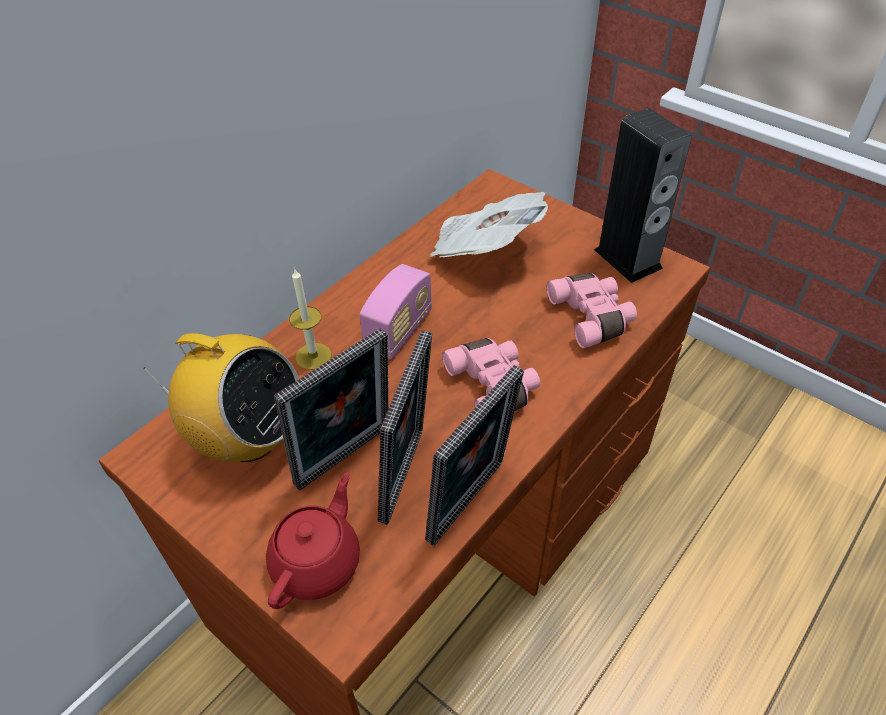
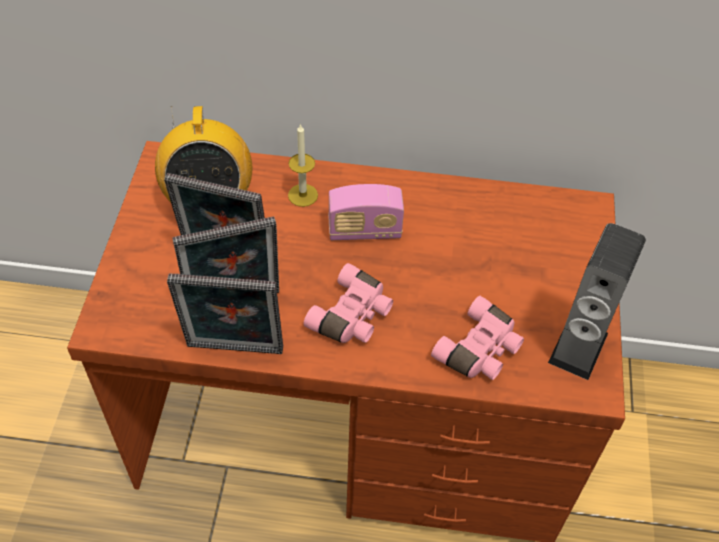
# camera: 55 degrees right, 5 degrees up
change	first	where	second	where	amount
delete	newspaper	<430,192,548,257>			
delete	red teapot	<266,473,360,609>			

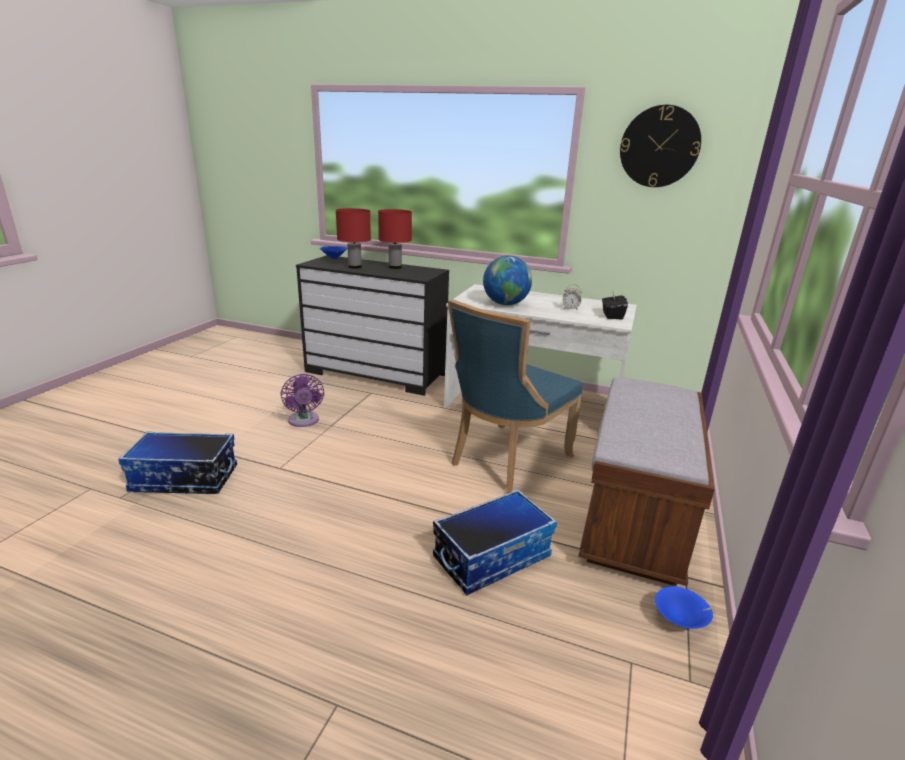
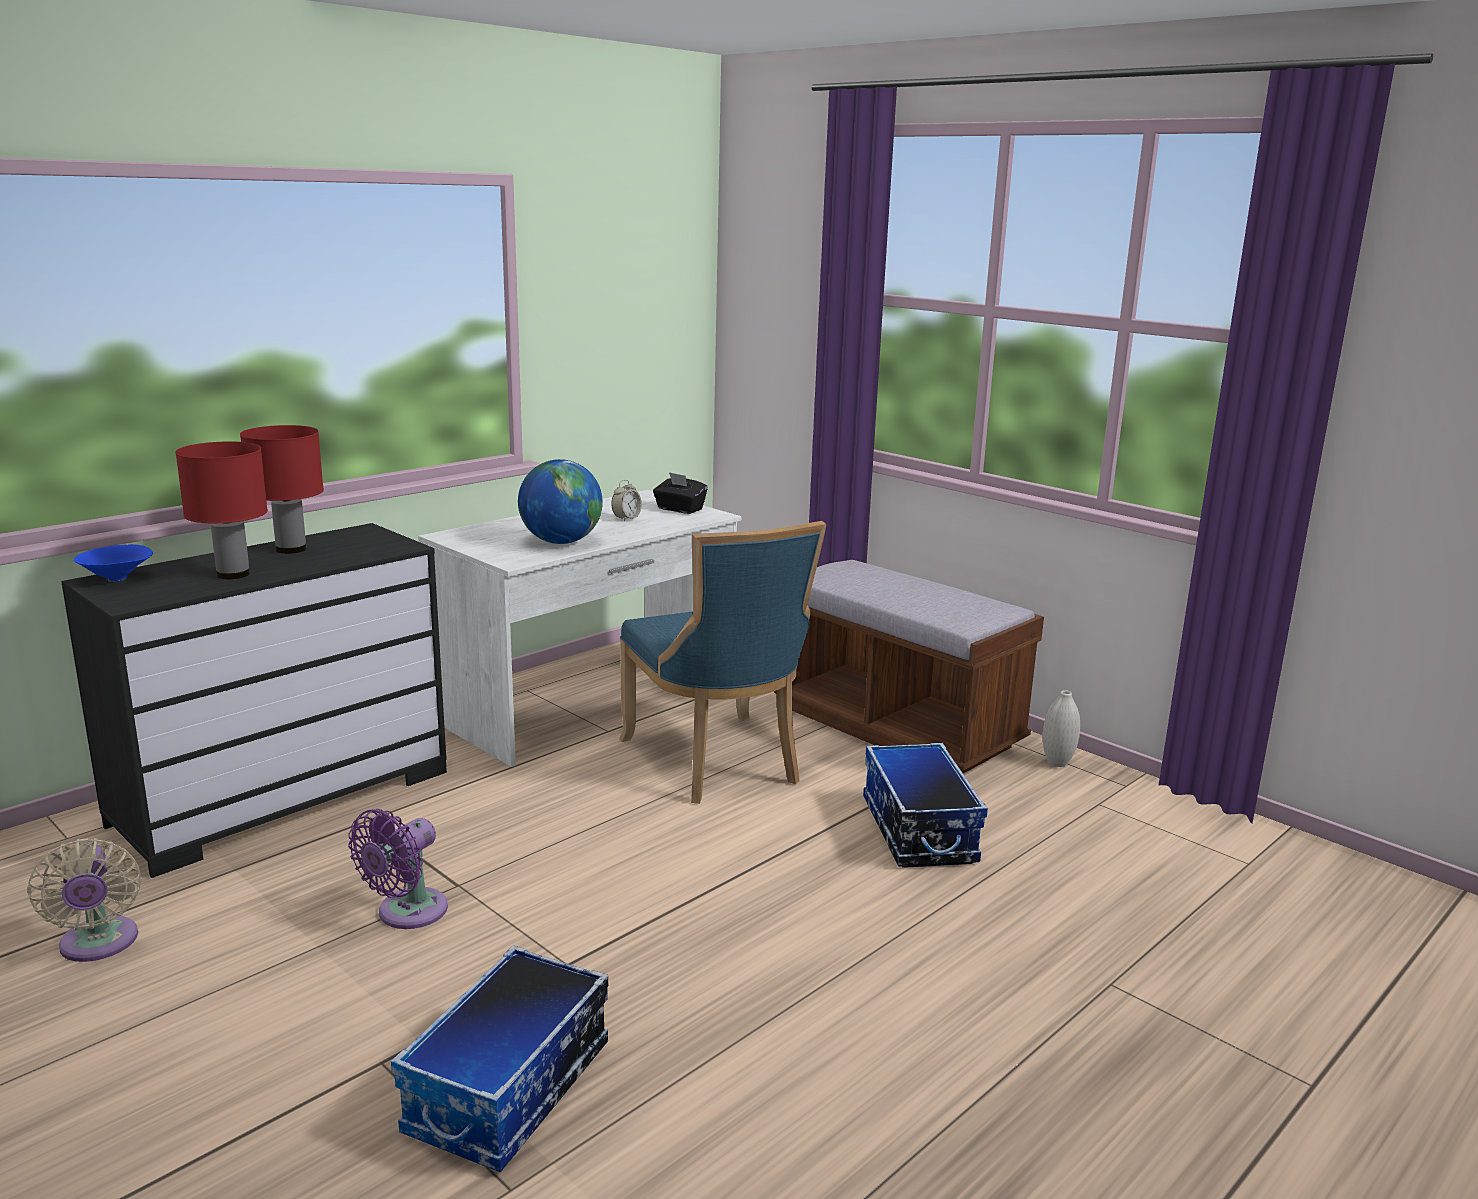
# camera: 65 degrees left, 5 degrees down
change	first	where	second	where	amount
delete	wall clock	<620,105,701,187>			
rotate	purple fan	<280,374,324,427>		<348,809,448,929>	120 degrees clockwise
replace	blue bowl	<655,586,713,629>	white vase	<1043,690,1080,767>	
insert			beige fan	<27,838,141,962>	

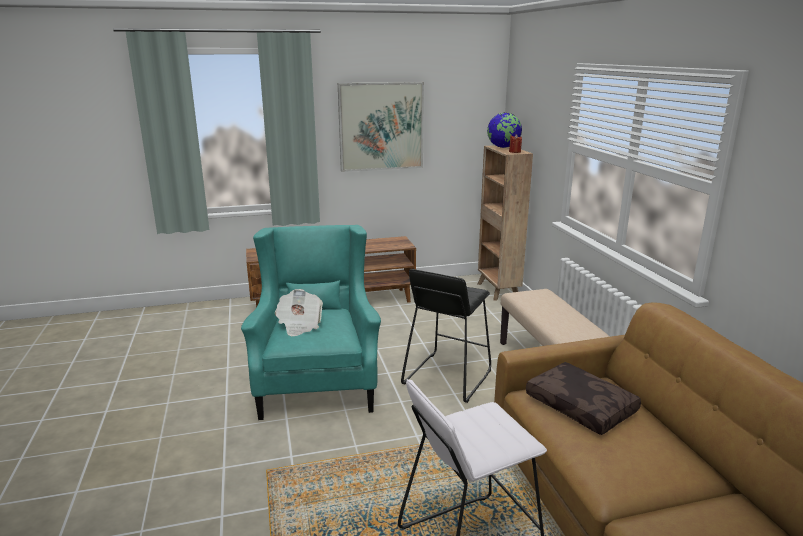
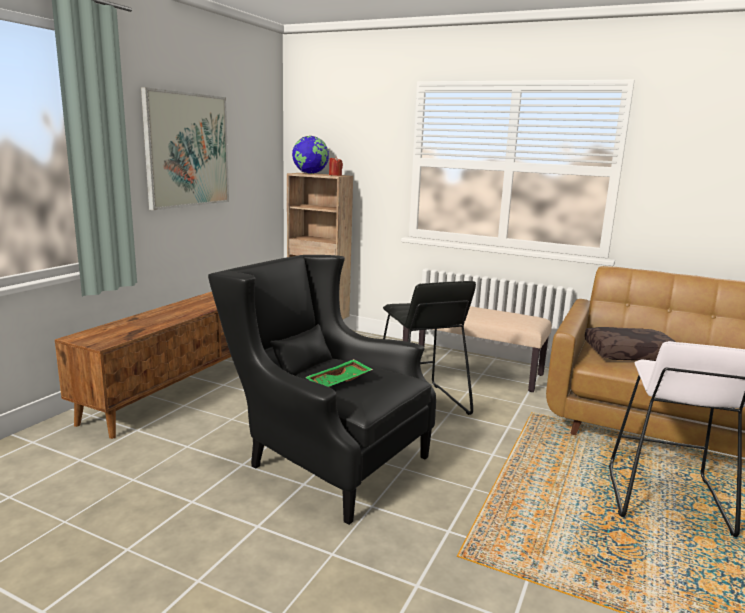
# camera: 50 degrees left, 5 degrees down
change	first	where	second	where	amount
recolor	turquoise armchair	<241,225,381,420>	black armchair	<208,255,436,525>	
replace	newspaper	<275,289,323,336>	green tray	<305,359,373,387>	

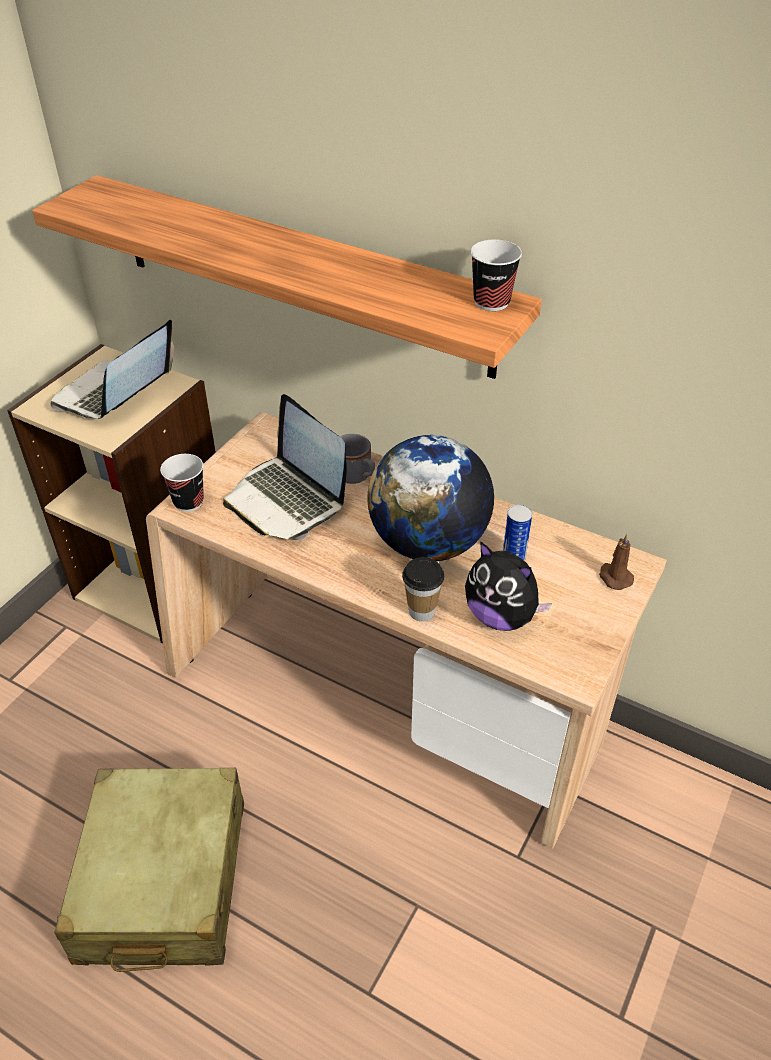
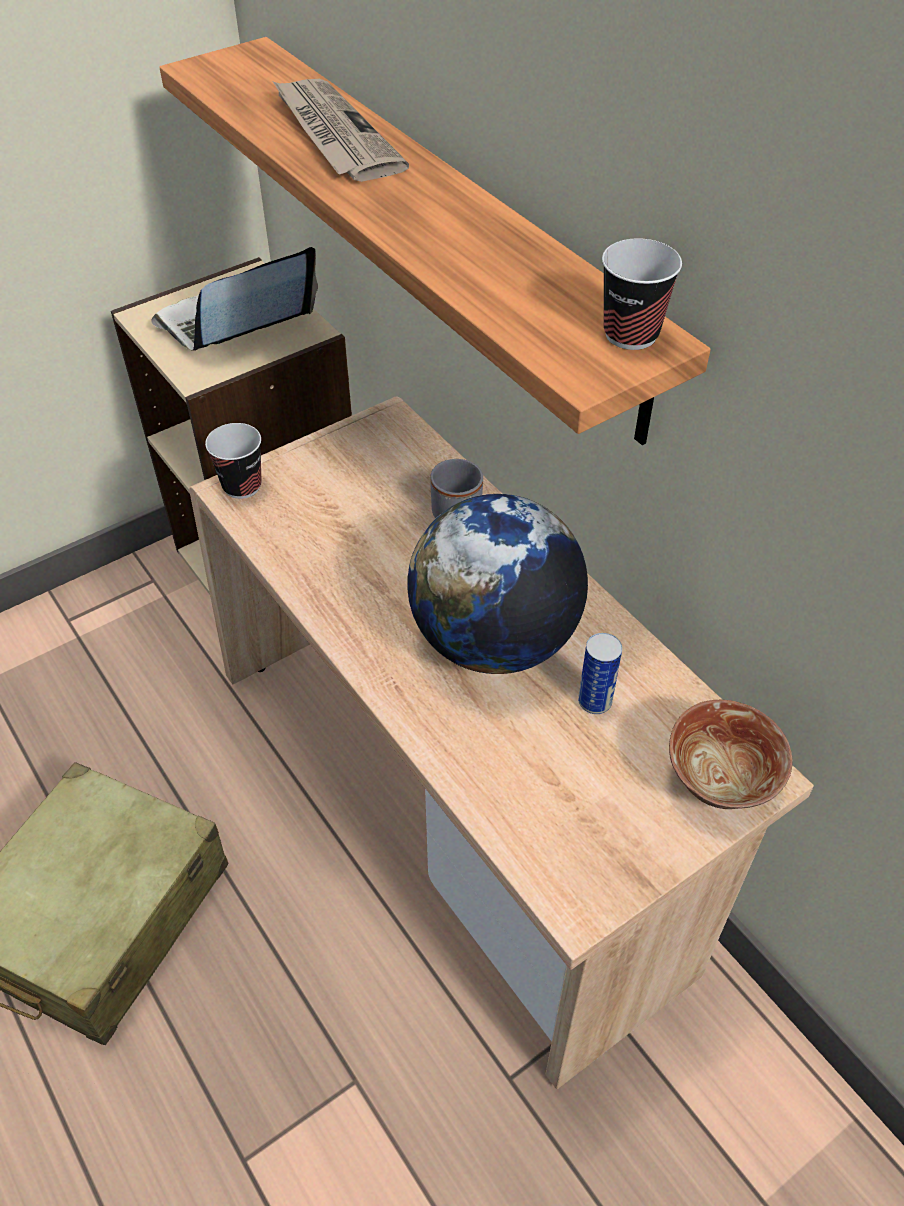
# camera: 25 degrees right, 5 degrees up
change	first	where	second	where	amount
delete	laptop	<223,394,347,540>			
replace	brown candle	<599,534,634,590>	bowl	<669,700,792,809>	
delete	plush toy	<465,541,552,631>			
delete	cup	<402,557,444,622>			
insert			newspaper	<272,79,409,182>	

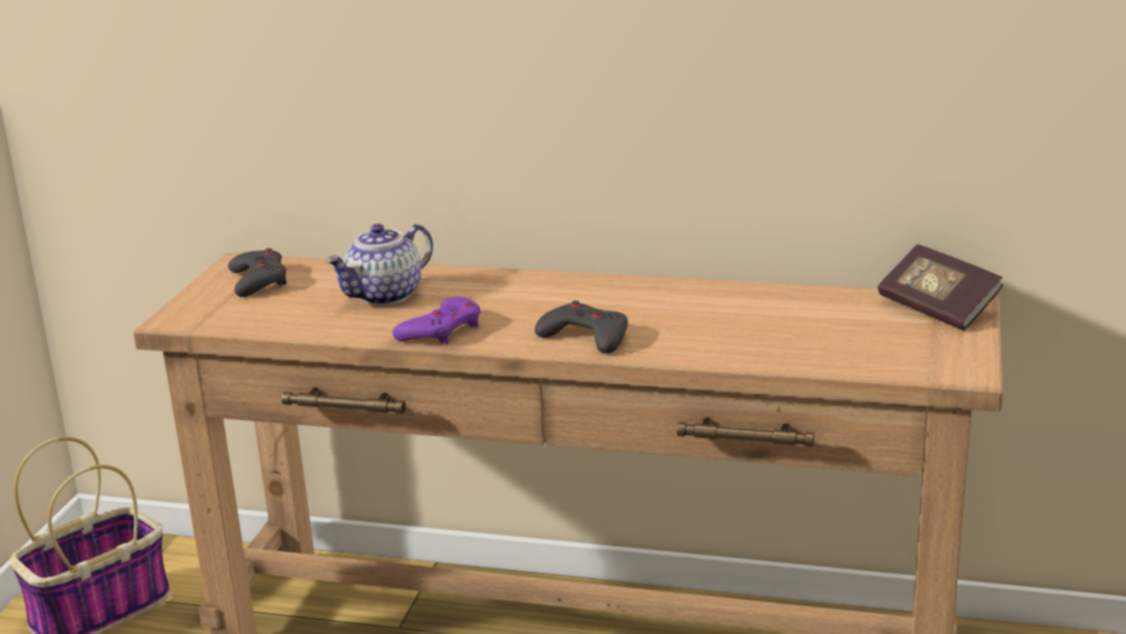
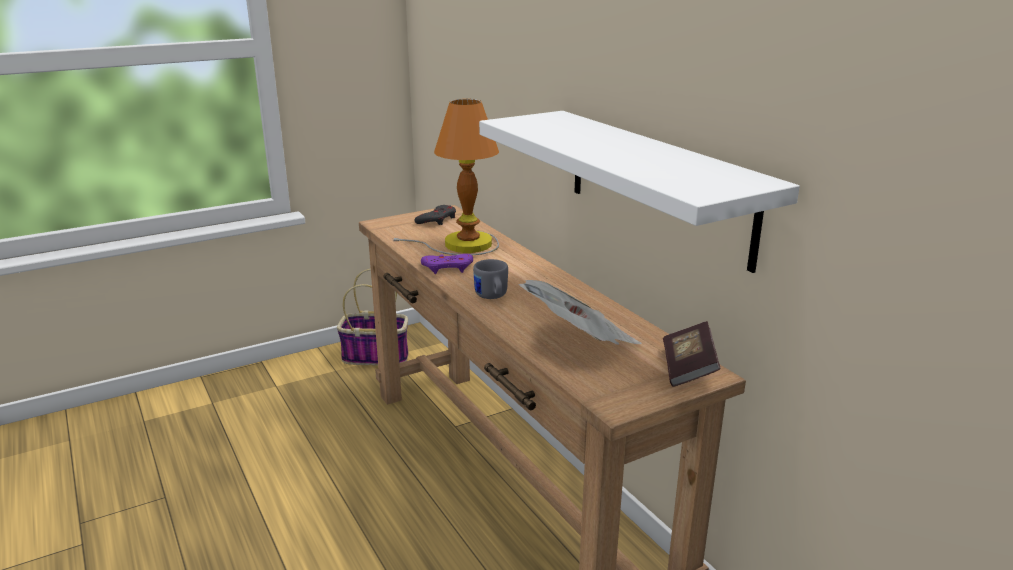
# camera: 45 degrees right, 0 degrees up
change	first	where	second	where	amount
replace	teapot	<325,224,433,306>	table lamp	<394,99,499,255>	
replace	grey game controller	<535,301,628,354>	grey mug	<473,259,508,299>	
insert			white shelf	<479,111,800,273>	
insert			newspaper	<518,280,642,345>	

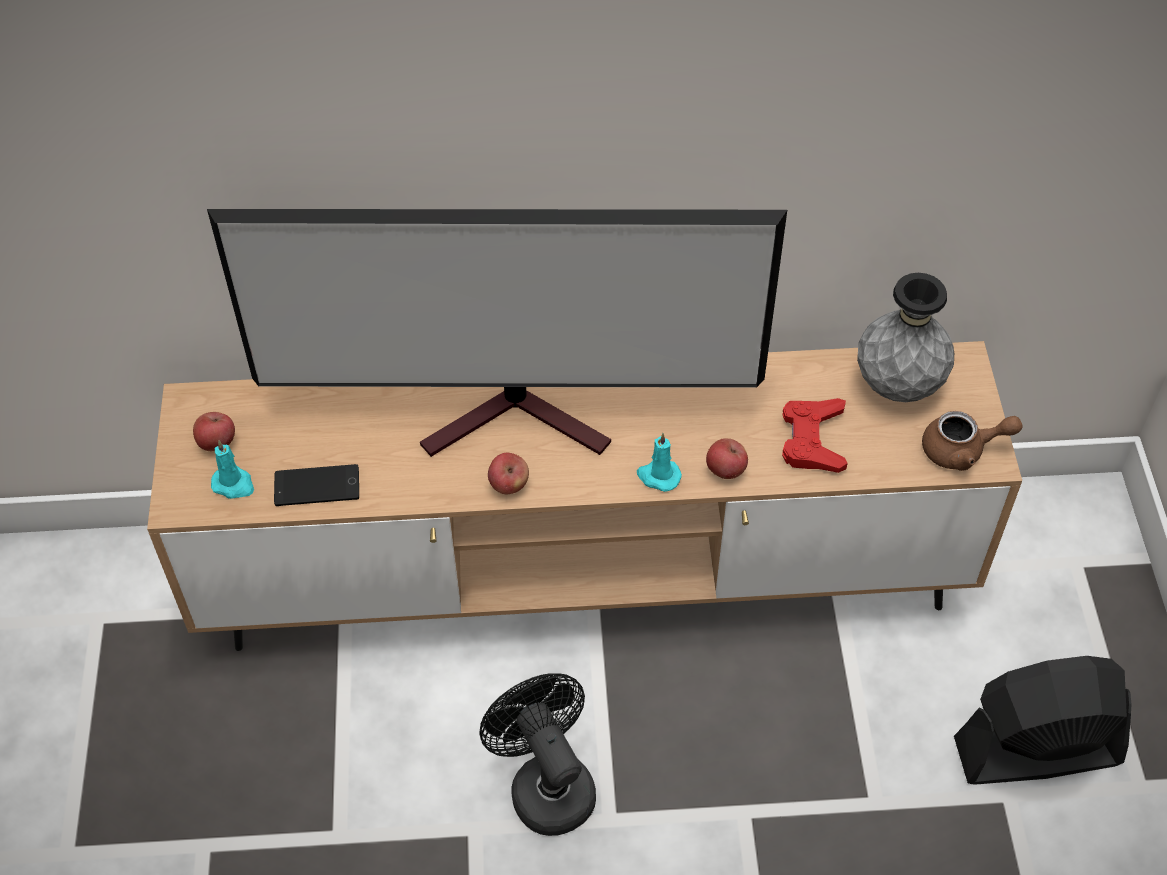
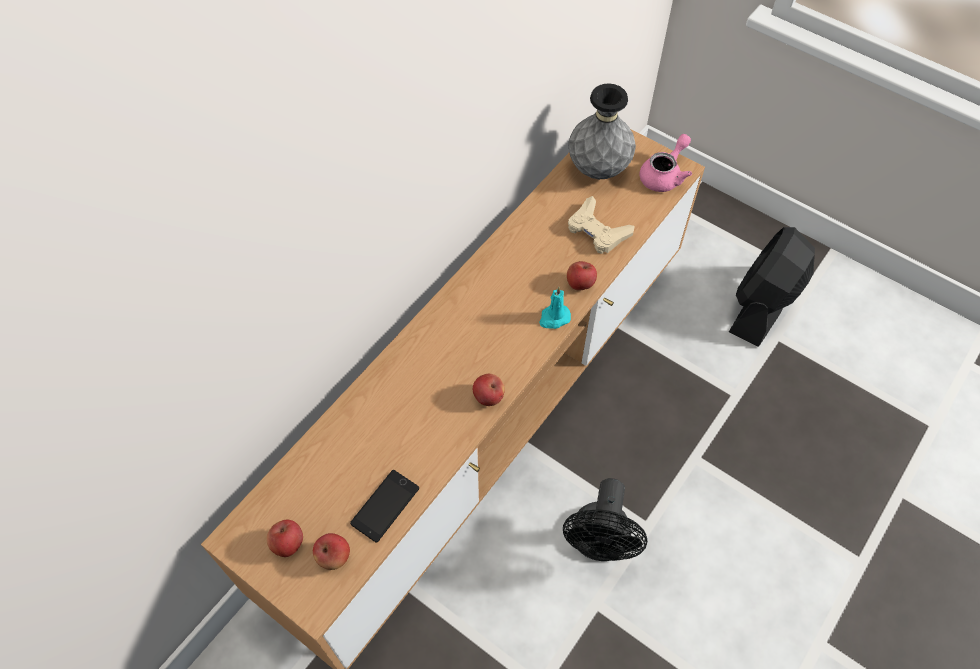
# camera: 50 degrees left, 5 degrees up
change	first	where	second	where	amount
delete	television	<207,209,787,457>			
recolor	red game controller	<782,398,848,473>	beige game controller	<568,196,635,254>	
recolor	brown teapot	<922,411,1023,471>	pink teapot	<640,134,692,192>	
replace	turquoise candle	<211,440,254,499>	apple	<313,533,350,570>	
rotate	black fan	<479,673,596,836>		<563,478,647,561>	90 degrees counterclockwise

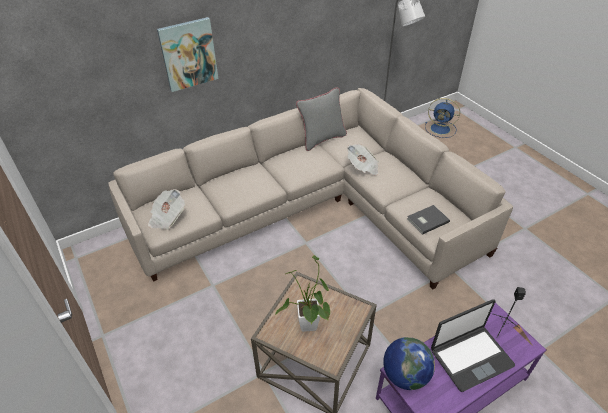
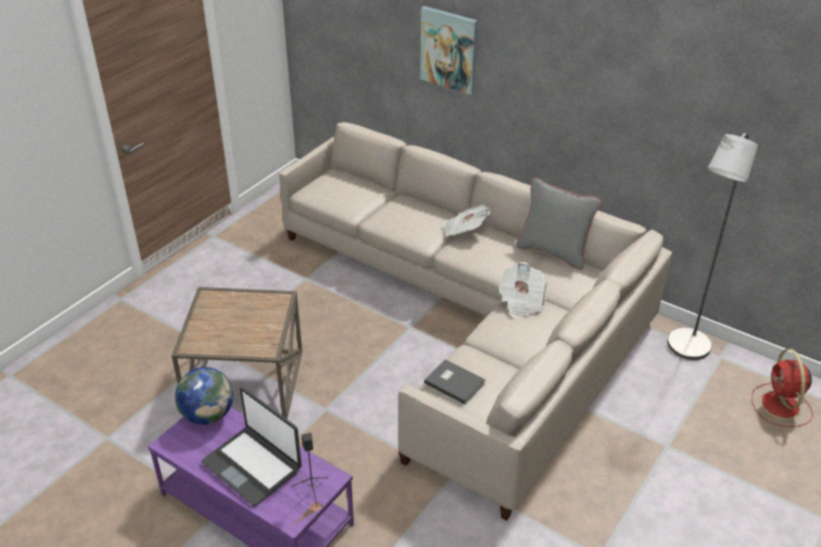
# camera: 65 degrees right, 5 degrees down
change	first	where	second	where	amount
recolor	blue fan	<425,98,460,138>	red fan	<752,349,813,427>	
move	newspaper	<148,189,185,230>		<443,204,491,237>	
delete	potted plant	<275,255,330,332>			

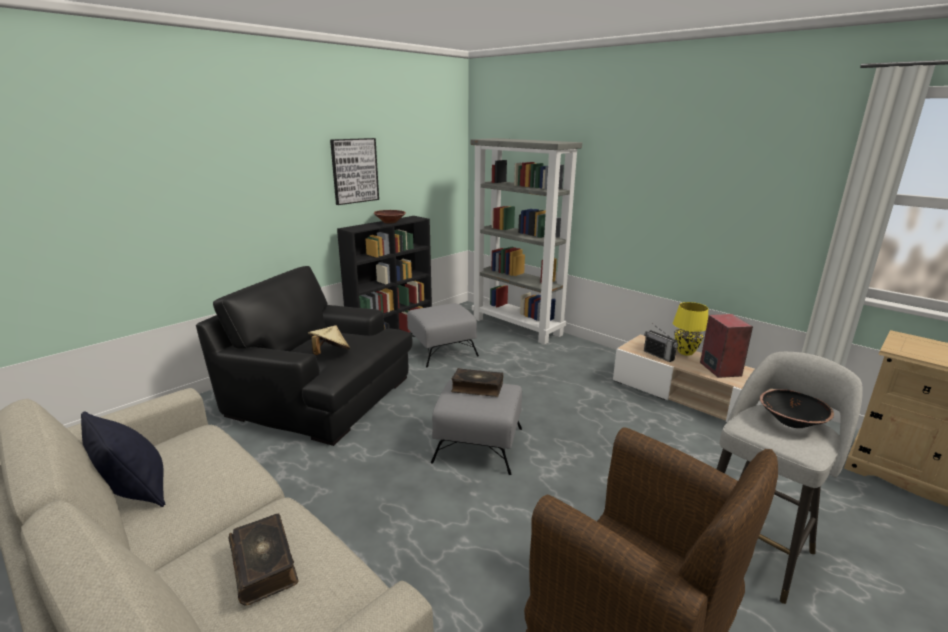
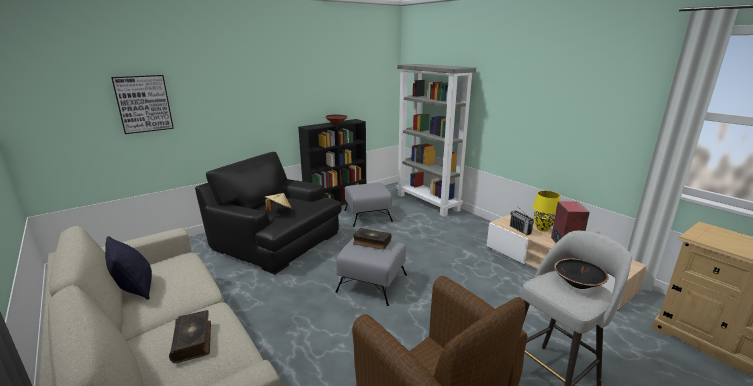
# camera: 10 degrees right, 0 degrees up
change	first	where	second	where	amount
move	picture	<330,138,379,205>		<111,75,174,134>	

